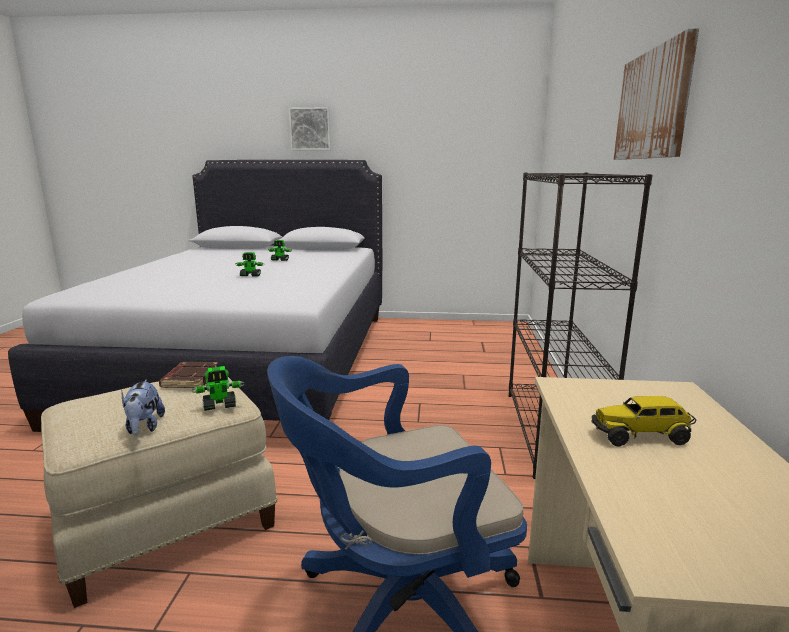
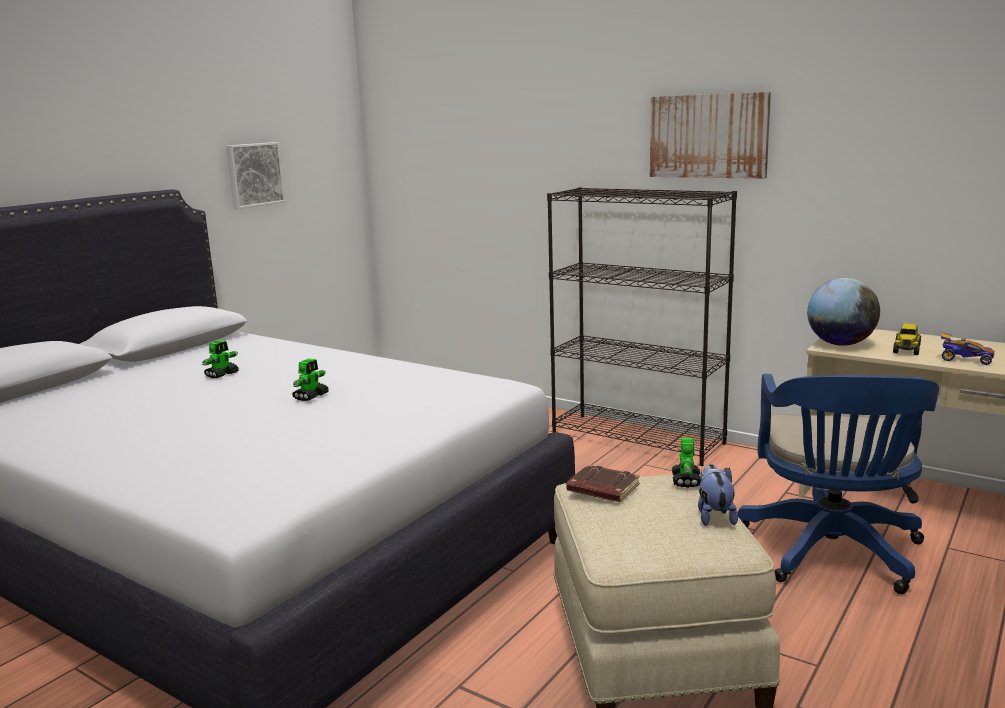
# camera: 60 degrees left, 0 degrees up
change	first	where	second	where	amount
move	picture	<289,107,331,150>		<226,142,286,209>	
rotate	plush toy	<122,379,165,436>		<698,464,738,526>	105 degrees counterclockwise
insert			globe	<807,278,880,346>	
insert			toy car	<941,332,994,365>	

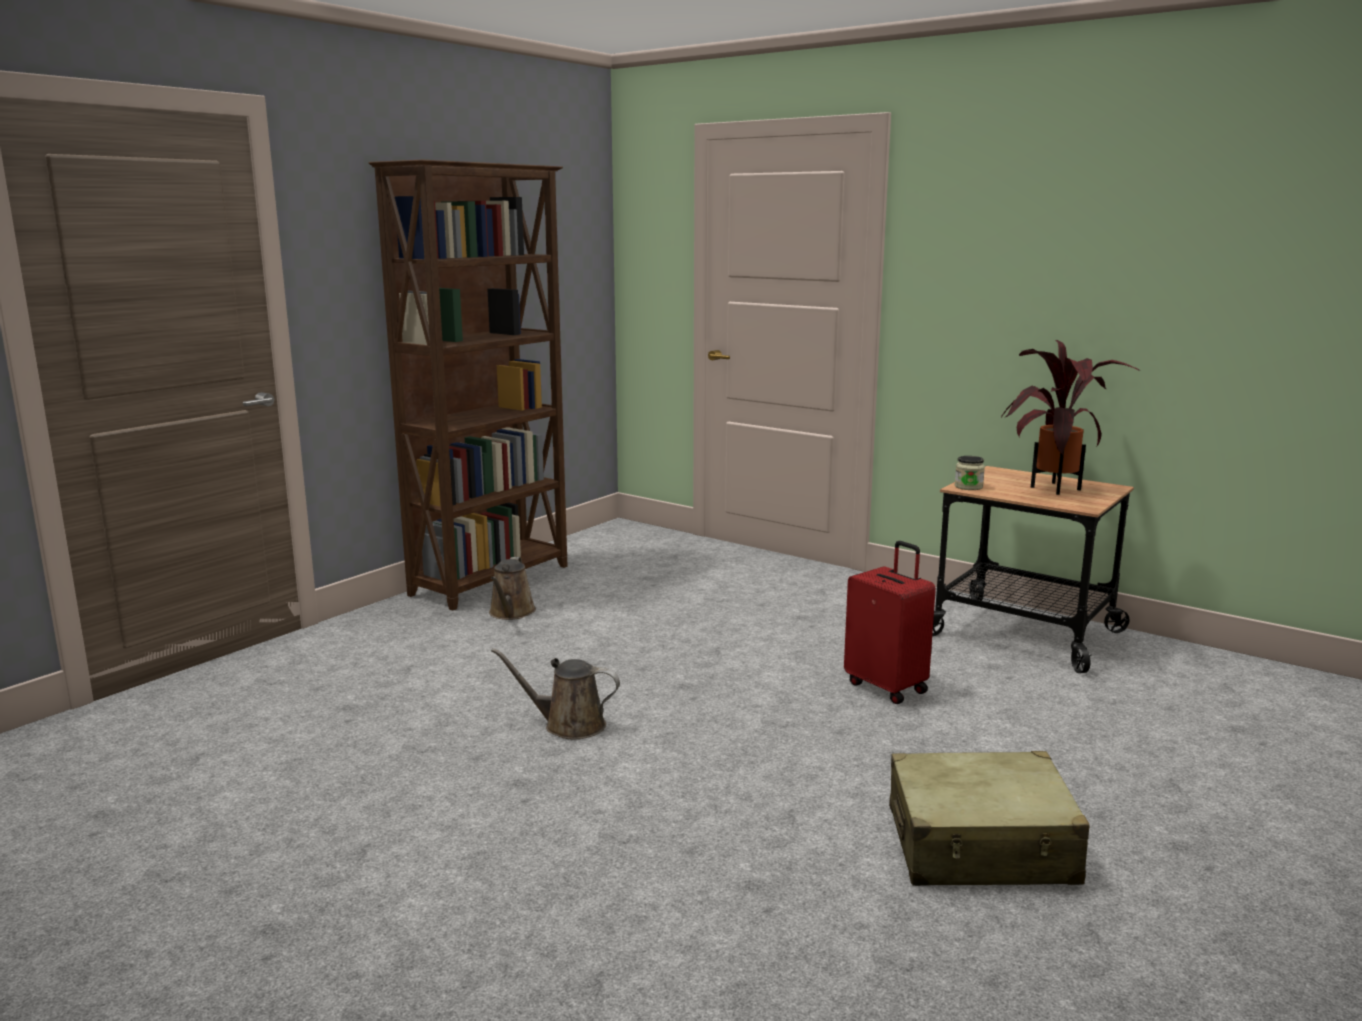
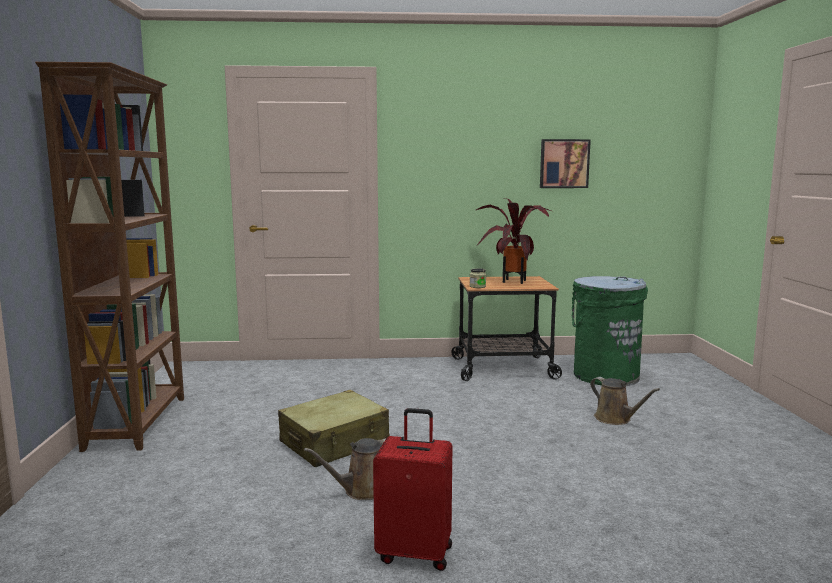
# camera: 40 degrees left, 5 degrees down
change	first	where	second	where	amount
move	red suitcase	<844,541,936,704>		<373,408,452,571>	
move	brown watering can	<489,557,536,620>		<590,377,660,425>	
move	beige suitcase	<889,751,1090,886>		<278,390,390,467>	
insert			picture	<540,139,591,188>	
insert			green trash can	<572,276,648,386>	

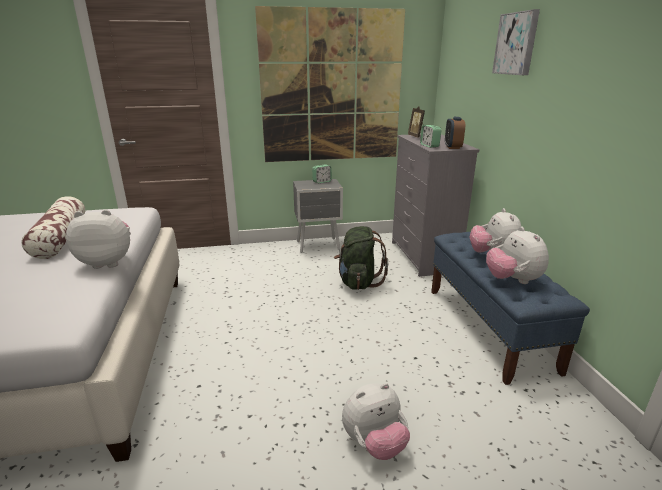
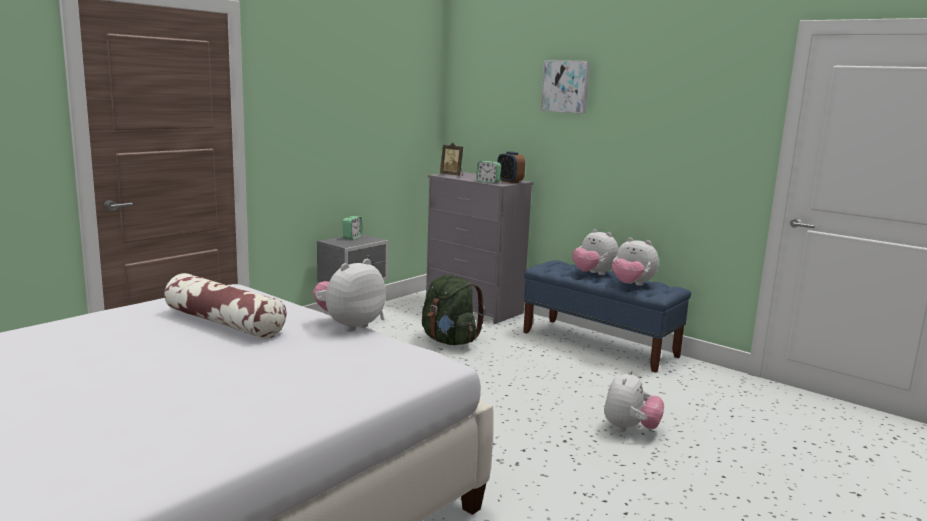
# camera: 40 degrees left, 10 degrees down
change	first	where	second	where	amount
delete	picture	<255,6,405,162>			

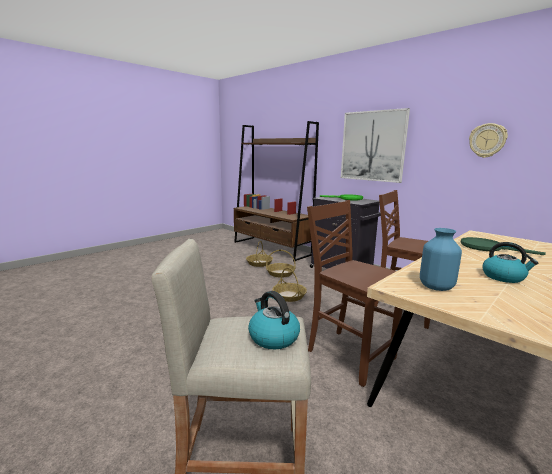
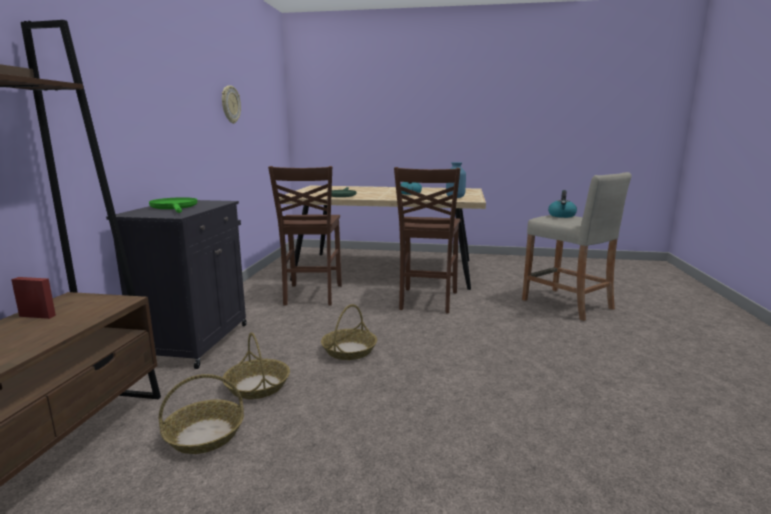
# camera: 125 degrees left, 0 degrees up
change	first	where	second	where	amount
delete	picture	<341,108,410,183>			

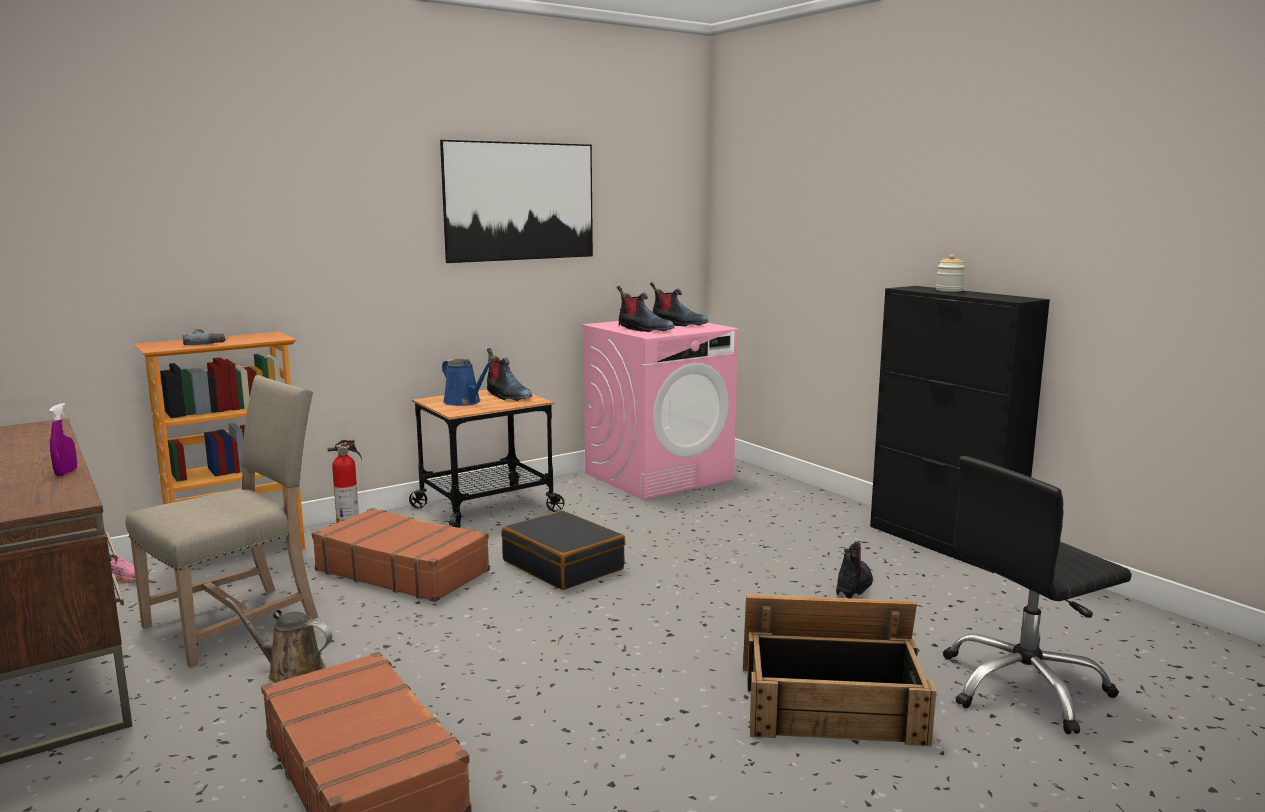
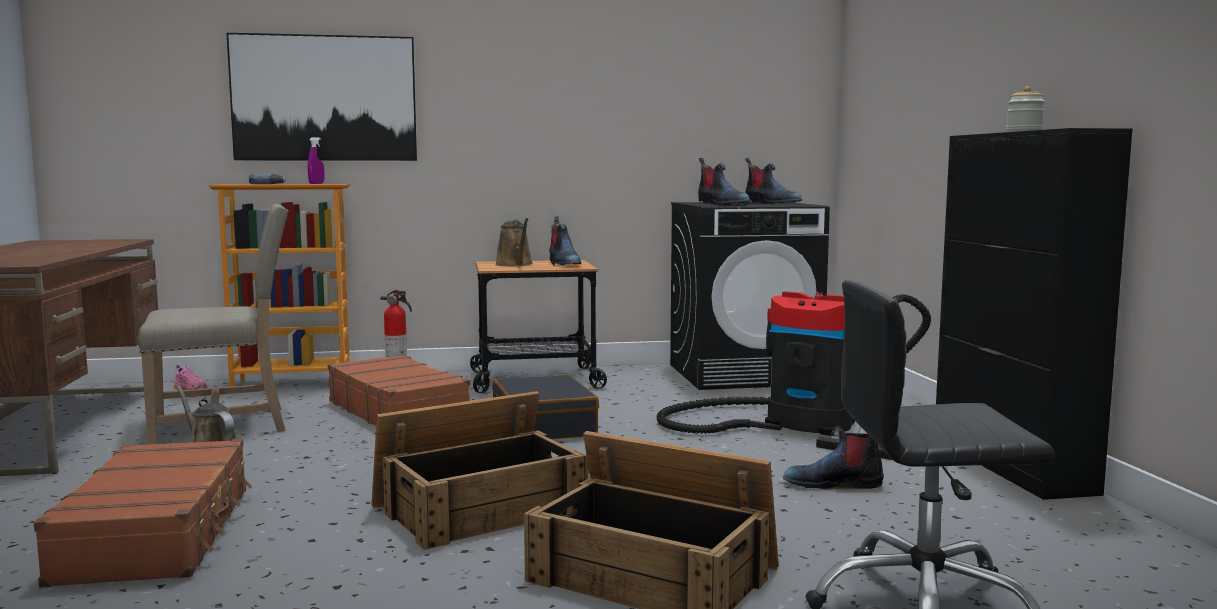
# camera: 25 degrees right, 5 degrees down
change	first	where	second	where	amount
move	picture	<440,140,593,263>		<227,33,417,161>	
recolor	pink washing machine	<582,321,738,500>	black washing machine	<670,202,830,390>	
recolor	blue watering can	<442,359,493,406>	brown watering can	<495,218,533,266>	
move	purple spray bottle	<49,403,77,476>		<308,137,324,184>	
rotate	boot	<836,541,873,598>		<783,426,884,489>	135 degrees counterclockwise
insert			vacuum cleaner	<657,291,931,460>	
insert			crate	<372,391,588,550>	

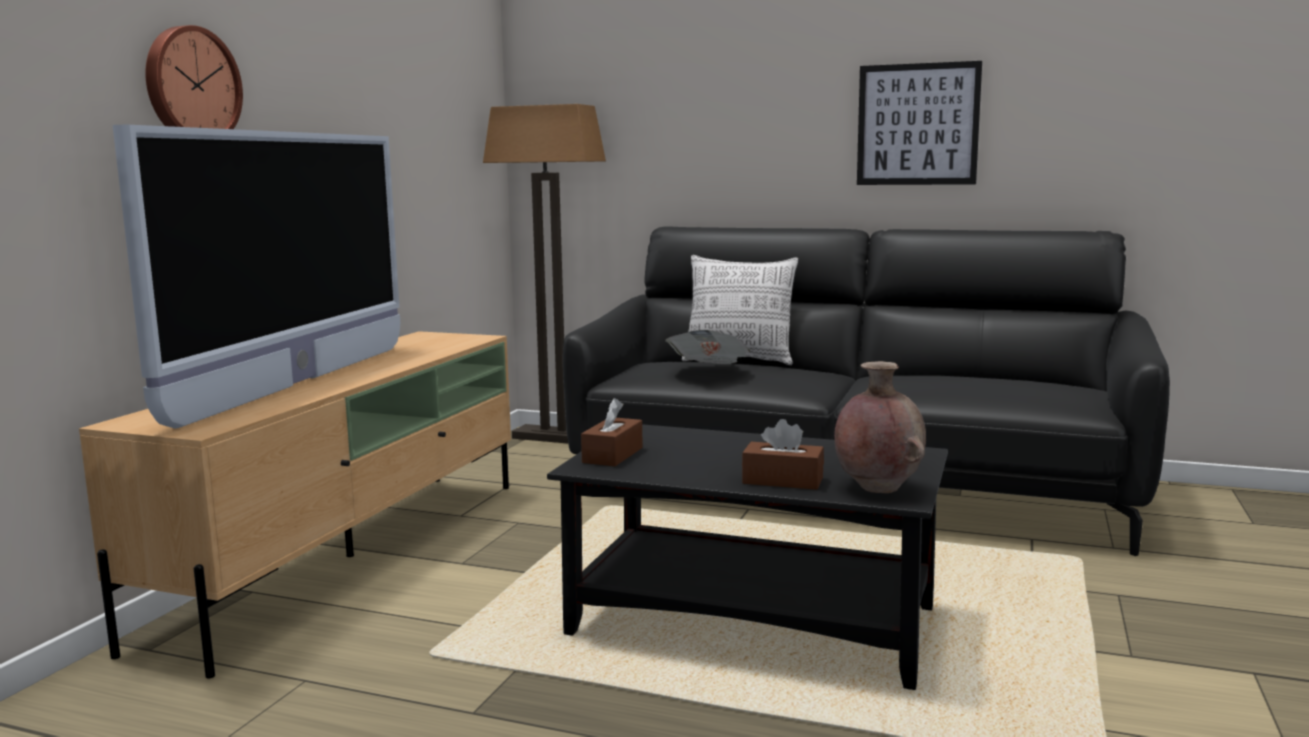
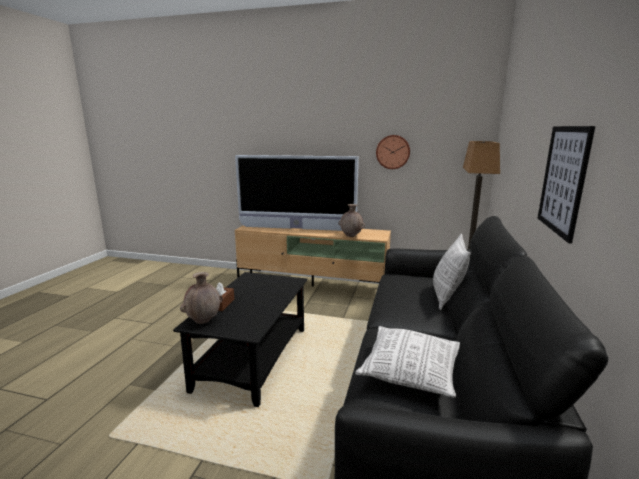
# camera: 85 degrees right, 5 degrees up
change	first	where	second	where	amount
move	wall clock	<145,25,243,129>		<376,135,410,169>	
delete	newspaper	<665,330,750,364>			
delete	brown tissue box	<581,398,643,466>			
insert			brown vase	<339,204,365,237>	
insert			pillow	<355,326,460,398>	

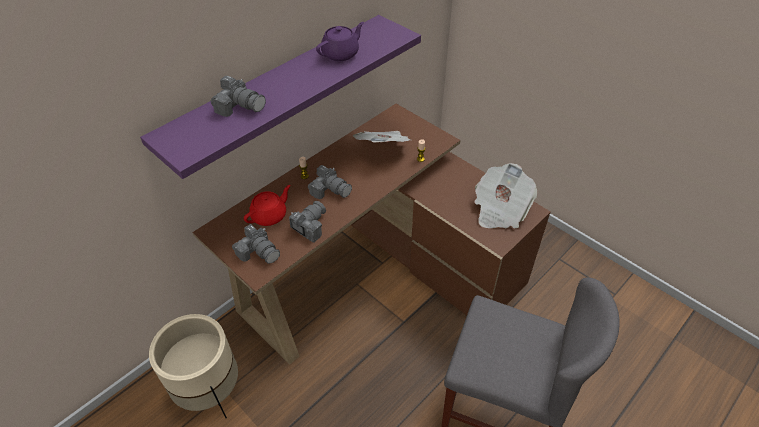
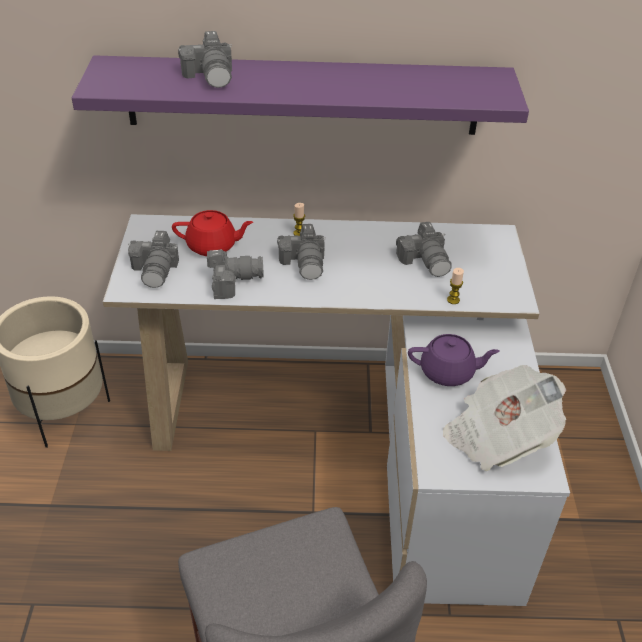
# camera: 45 degrees right, 5 degrees down
change	first	where	second	where	amount
move	purple teapot	<316,22,364,61>		<408,334,500,386>	
recolor	brown desk	<192,104,551,365>	white desk	<103,214,570,606>	
replace	newspaper	<353,131,411,142>	photo camera	<396,222,452,277>	

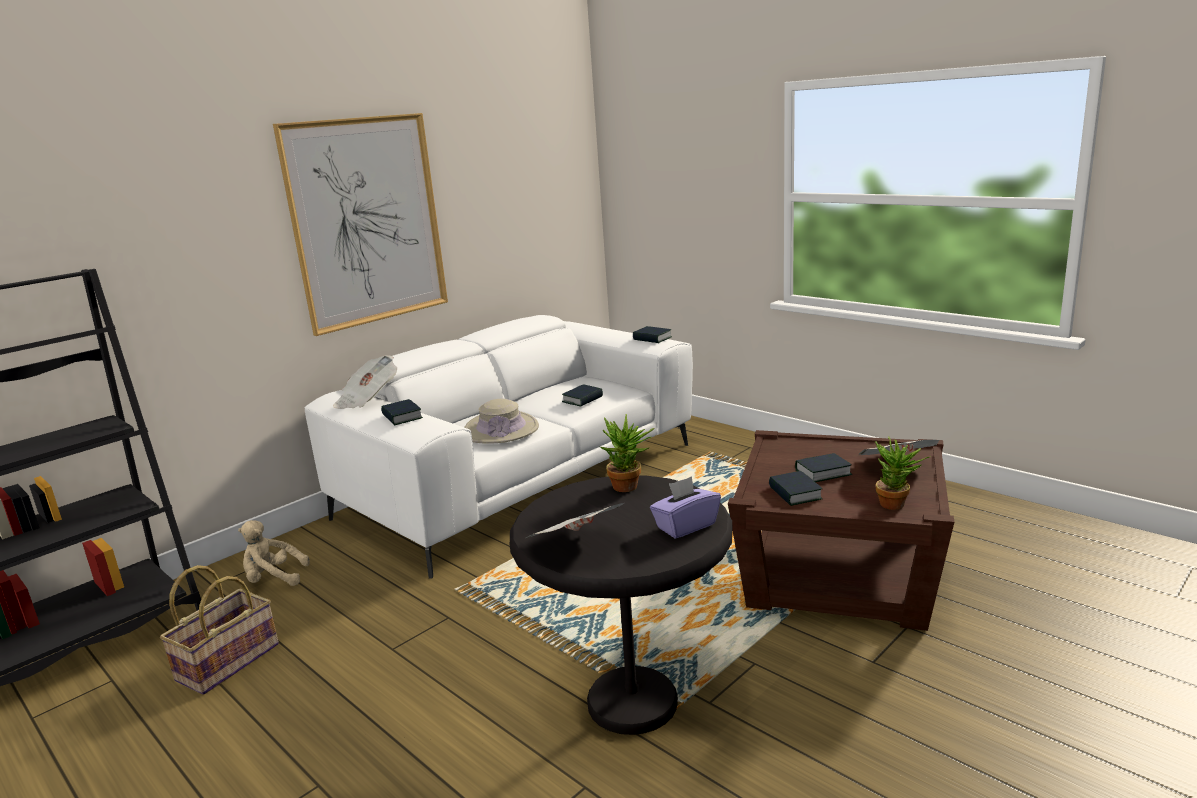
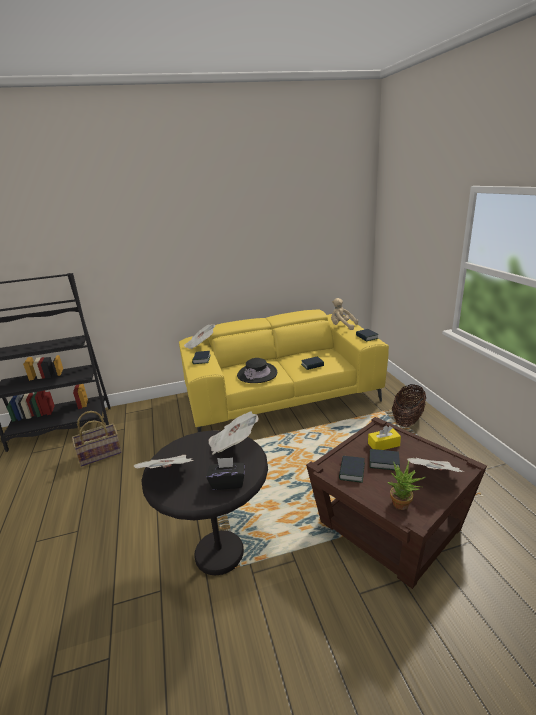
# camera: 30 degrees right, 5 degrees up
change	first	where	second	where	amount
delete	picture	<273,113,448,336>			
recolor	white sofa	<305,315,693,579>	yellow sofa	<179,309,389,432>	
recolor	beige hat	<464,399,539,444>	black hat	<237,358,277,383>	
replace	potted plant	<600,414,655,492>	newspaper	<208,411,258,455>	
recolor	purple tissue box	<650,476,721,539>	black tissue box	<206,457,245,490>	
move	beige plush toy	<238,520,310,586>		<331,298,358,330>	
insert			basket	<392,384,426,427>	
insert			yellow tissue box	<368,426,401,450>	

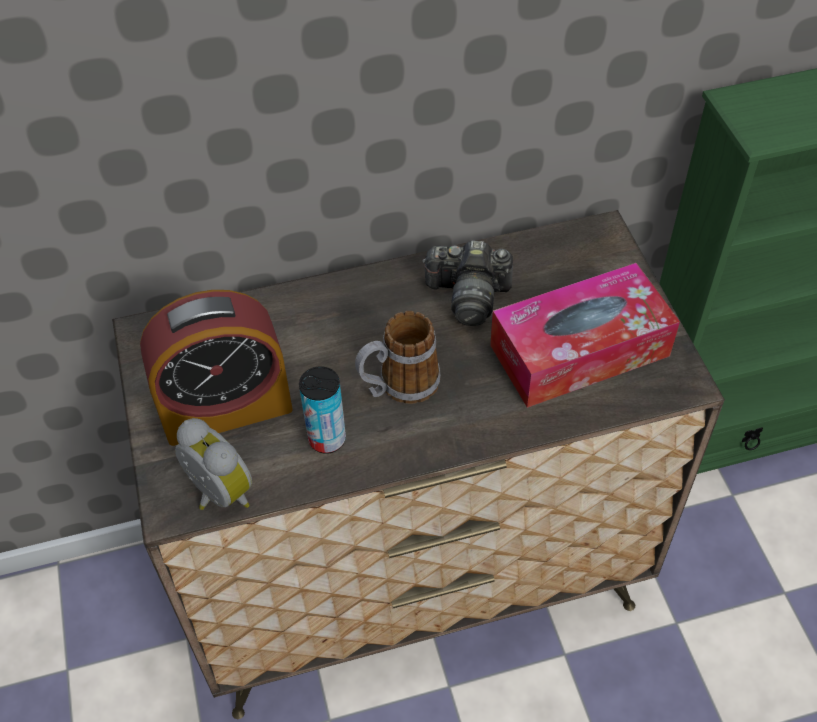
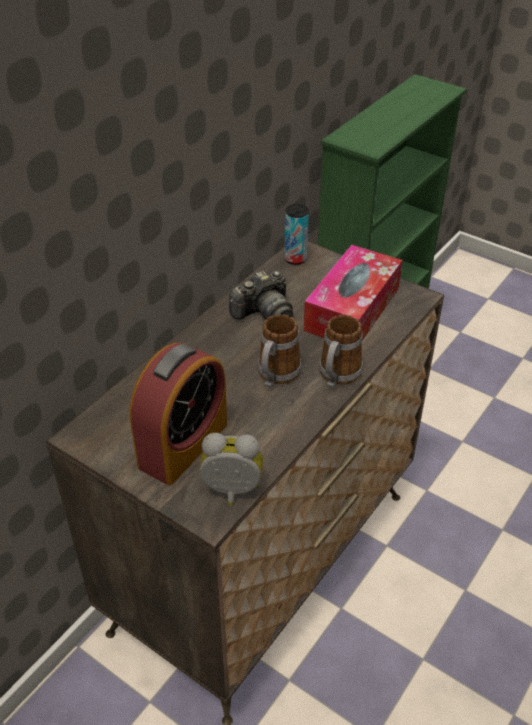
# camera: 40 degrees left, 10 degrees down
change	first	where	second	where	amount
move	can	<299,366,346,454>		<285,204,309,265>	
insert			mug	<319,315,363,388>	

